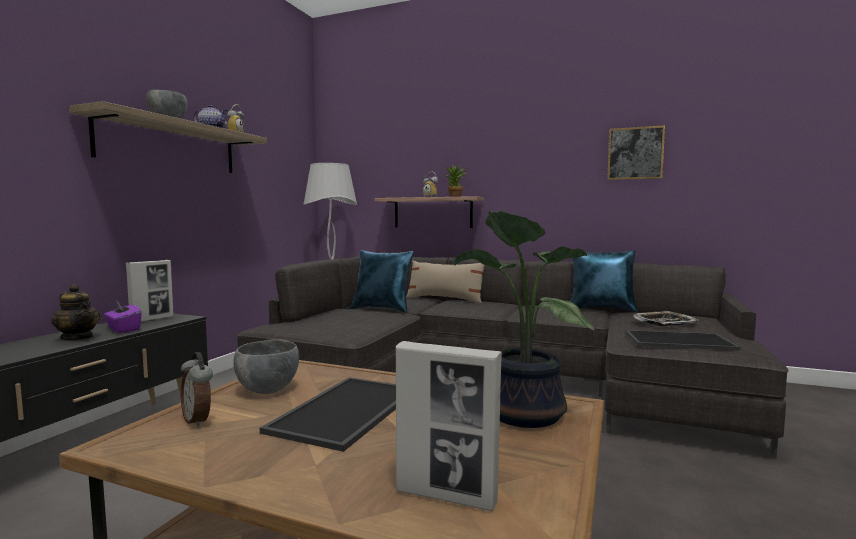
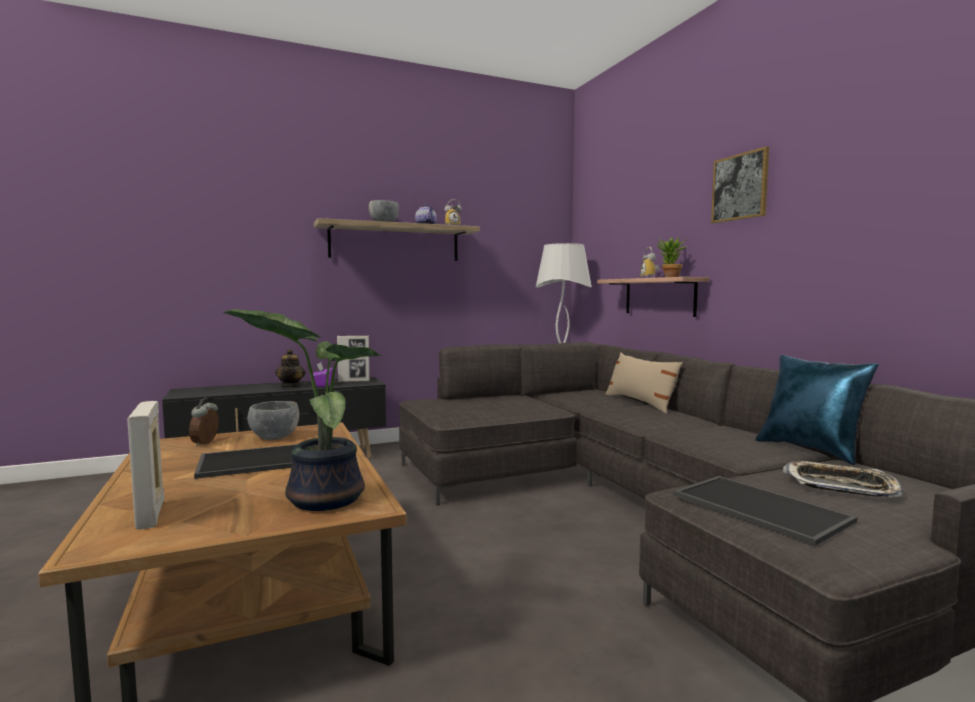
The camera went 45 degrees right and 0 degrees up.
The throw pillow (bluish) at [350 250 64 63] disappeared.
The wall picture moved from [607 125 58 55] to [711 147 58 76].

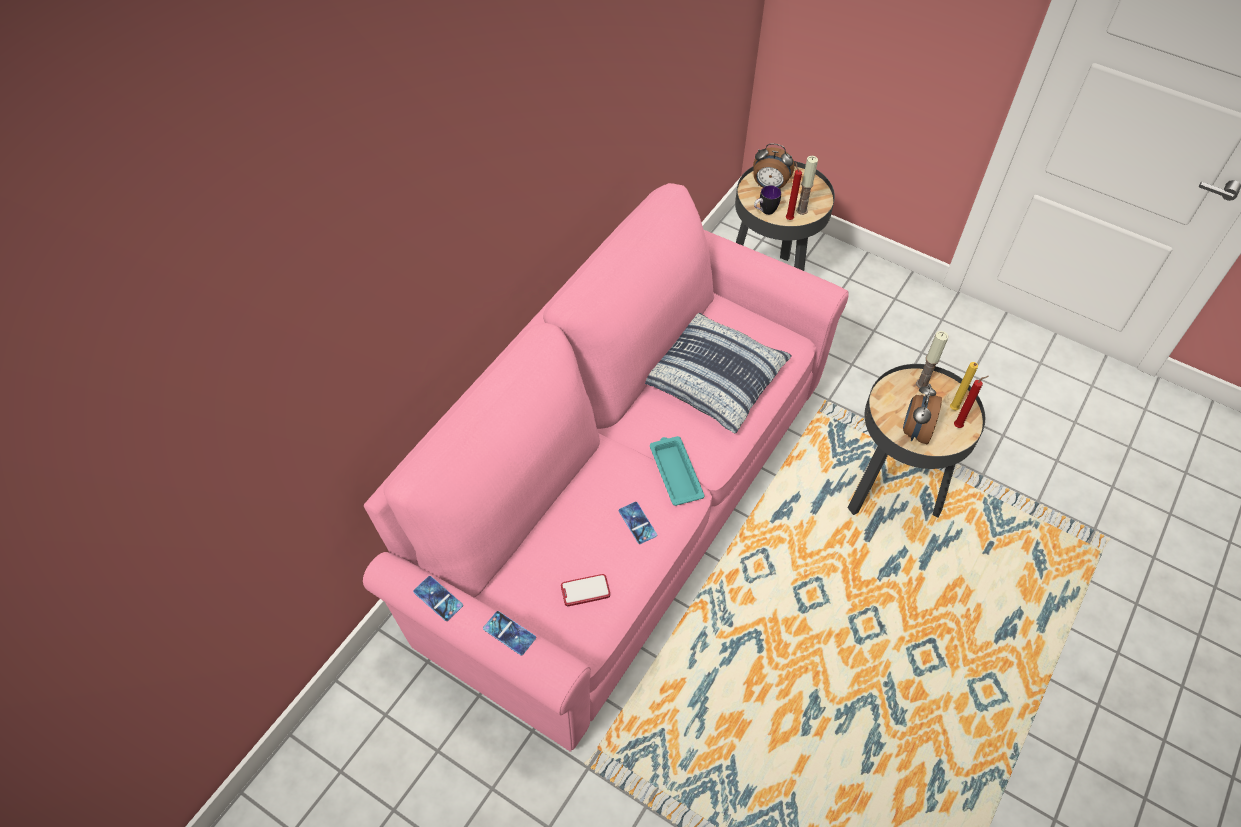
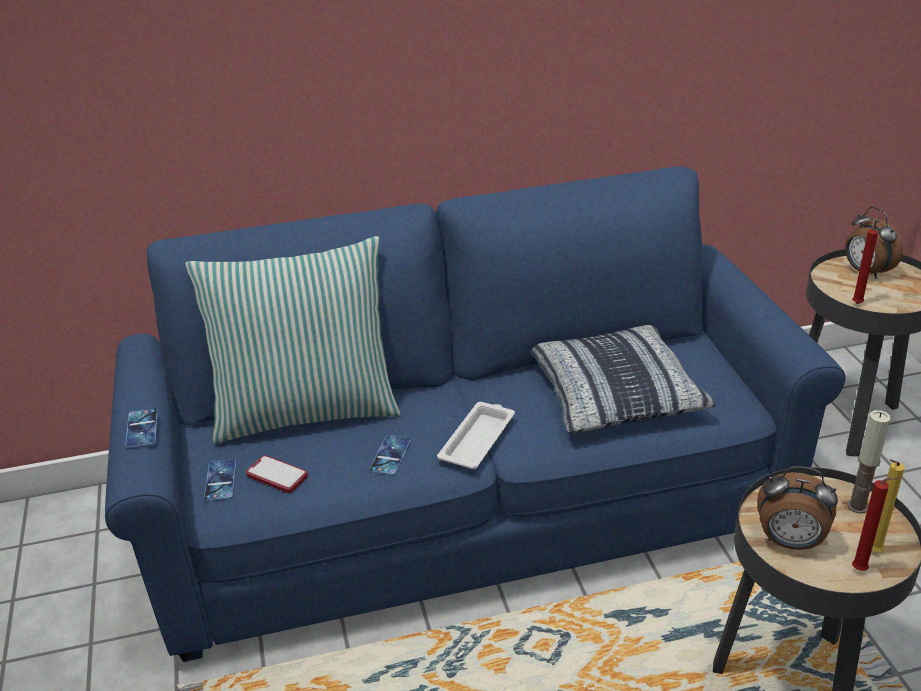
The camera went 45 degrees right and 20 degrees down.
The tea mug at [754 185 27 30] disappeared.
The wax light at [796 156 22 59] disappeared.
The throw pillow at [186 236 215 207] appeared.
The phone moved from [413 576 50 45] to [204 459 32 42].
The couch (pinkish) at [363 183 486 569] became the couch (bluish) at [105 166 740 496].
The tray (turquoise-coloured) at [650 436 55 70] became the tray (white-coloured) at [437 402 78 67].
The bedside clock at [903 384 39 60] turned 135 degrees counterclockwise.

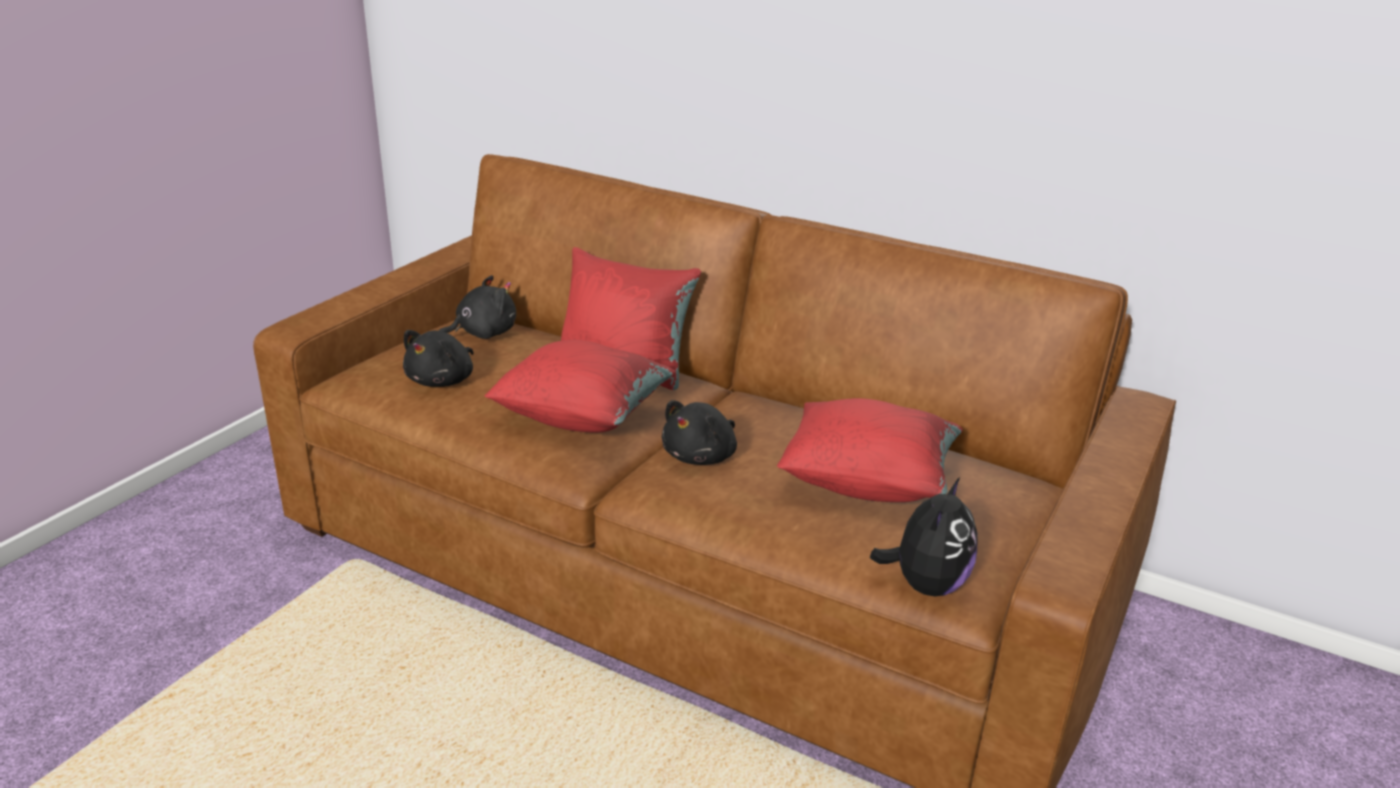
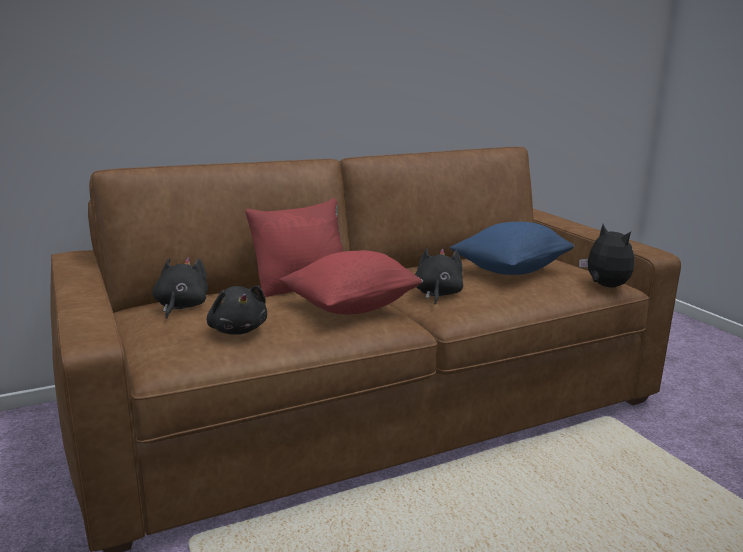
The camera went 55 degrees left and 10 degrees down.
The throw pillow (red) at [777 398 186 104] became the throw pillow (bluish) at [450 222 125 53].
The plush toy (black-coloured) at [662 400 75 65] turned 150 degrees counterclockwise.

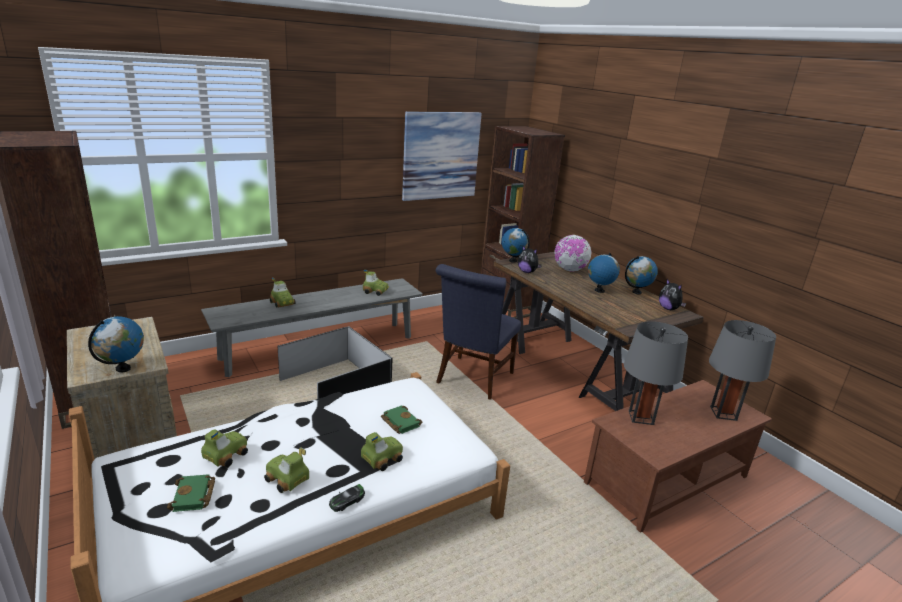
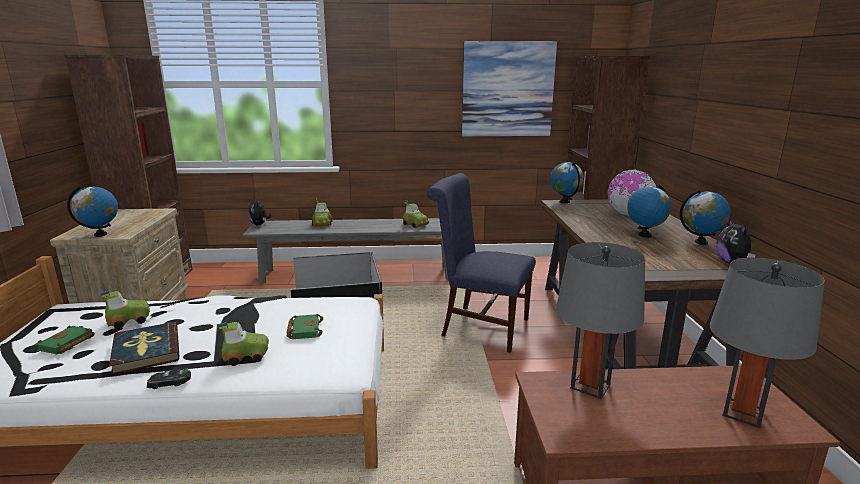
The camera went 30 degrees right and 5 degrees down.
The plush toy moved from [518 246 24 27] to [248 198 23 27].
The miniature car at [264 447 45 46] was replaced by the book at [109 322 70 53].
The chair (bluish) at [436 264 85 136] turned 60 degrees clockwise.

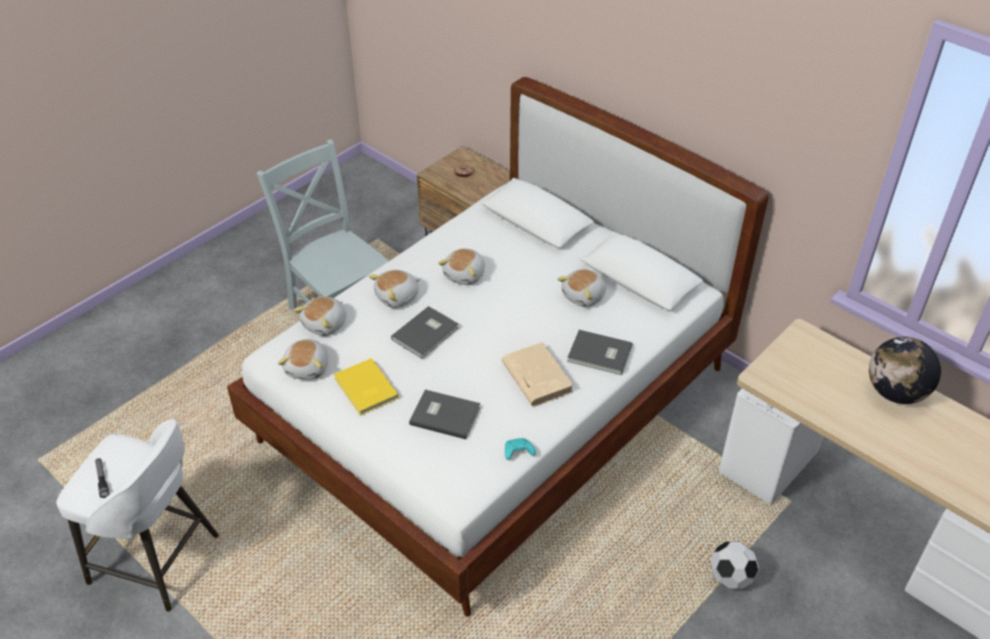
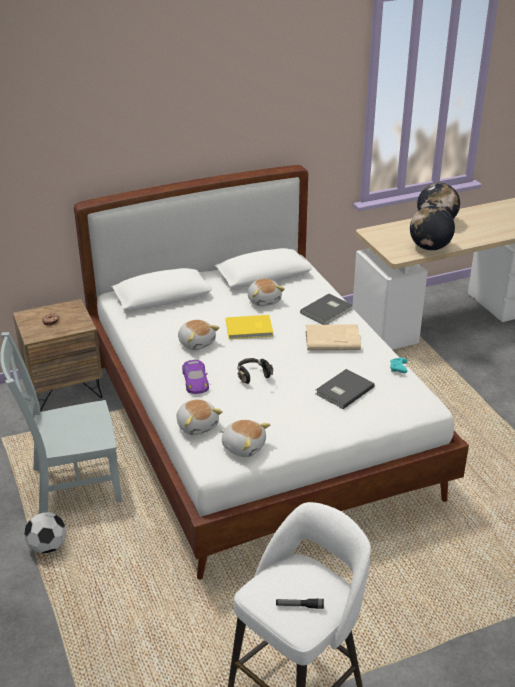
The camera went 65 degrees left and 10 degrees down.
The desk globe at [410 206 45 44] appeared.
The book (yellow-coloured) moved from [334 358 65 57] to [226 315 47 24].
The ball for football moved from [710 541 49 48] to [24 512 42 42].
The plush toy at [369 270 51 38] was replaced by the miniature car (purplish) at [182 360 27 34].
The book (grey) at [391 306 68 52] was replaced by the pair of headphones (black-coloured) at [238 358 35 26].

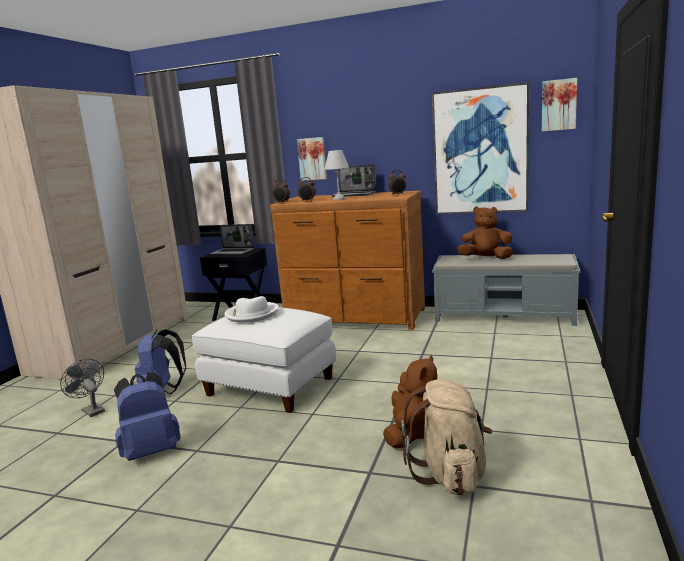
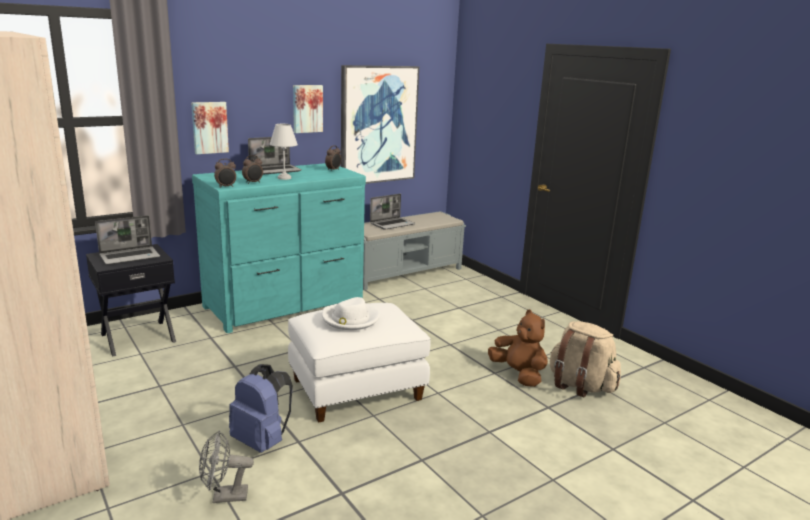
The camera went 55 degrees left and 5 degrees up.
The backpack (bluish) at [114 372 67 89] disappeared.
The wall picture moved from [542 78 35 53] to [293 85 30 48].
The plush toy (brownish) at [457 206 56 53] was replaced by the laptop at [370 194 45 36].
The dresser (brownish) at [270 191 155 139] became the dresser (turquoise-coloured) at [192 163 174 170].

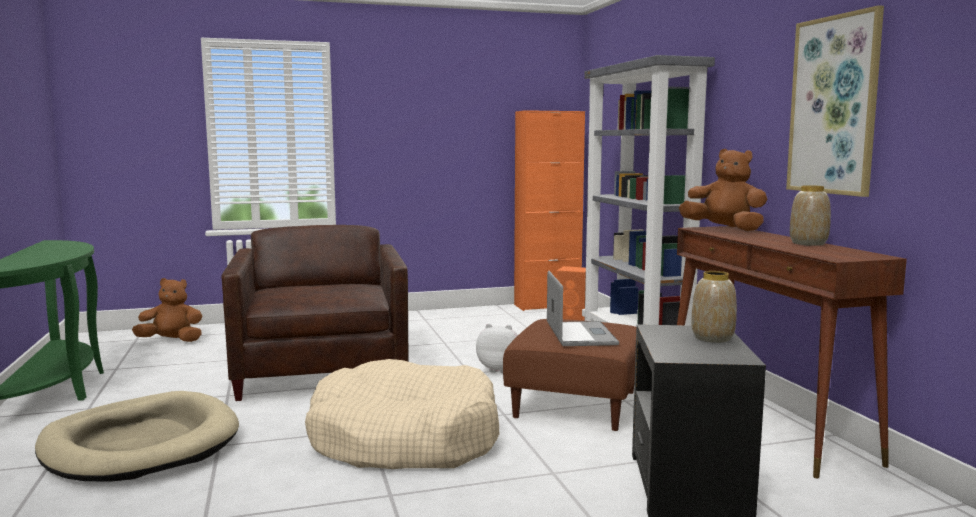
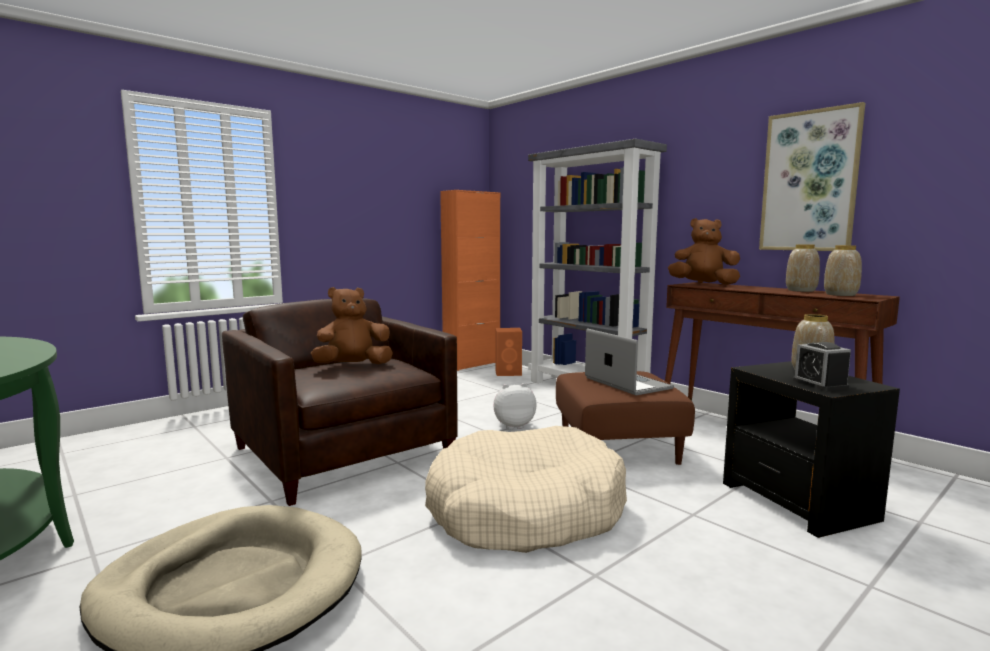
The camera went 25 degrees left and 0 degrees up.
The bedside clock at [793 342 58 49] appeared.
The flower vase at [824 245 38 51] appeared.
The plush toy (brownish) moved from [132 278 70 64] to [311 287 82 77].

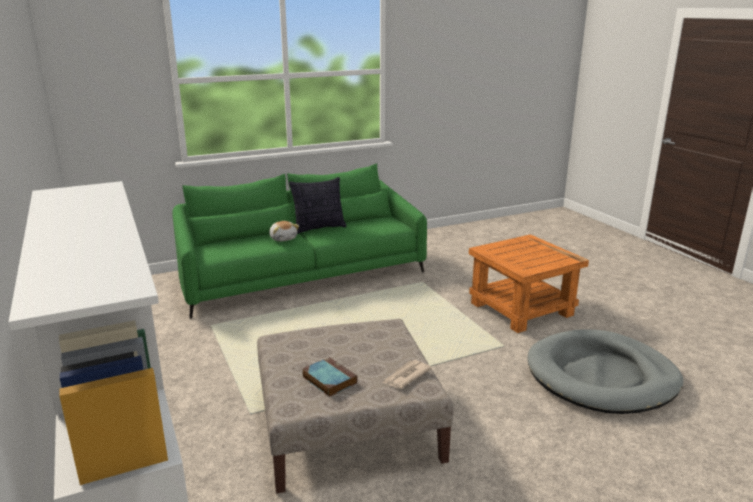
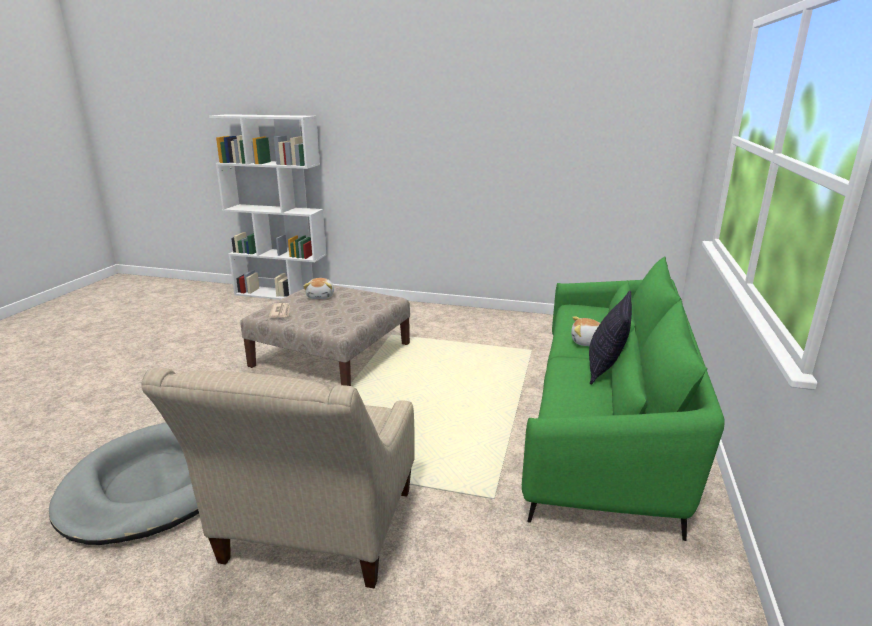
The camera went 130 degrees right and 0 degrees up.
The book at [302 357 55 40] was replaced by the plush toy at [303 278 31 21].
The end table (orangey) at [469 234 120 99] was replaced by the lounge chair (sand-coloured) at [141 367 274 221].

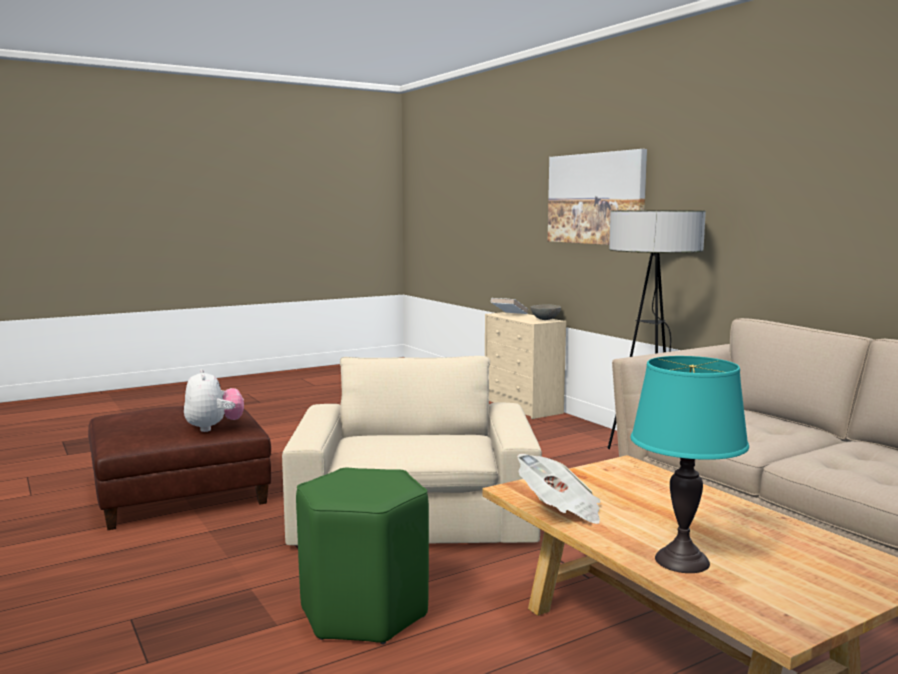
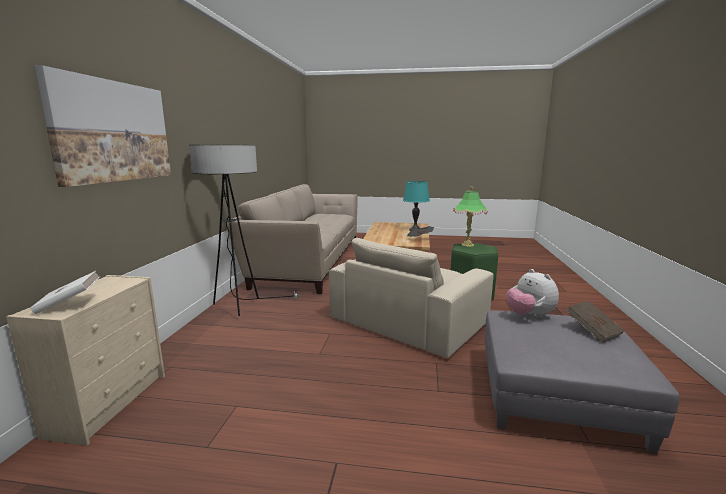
The camera went 140 degrees left and 5 degrees up.
The bowl (grey) at [530 305 31 15] disappeared.
The tabletop lamp at [453 186 35 61] appeared.
The book (brownish) at [566 301 58 41] appeared.
The footrest (brownish) at [88 406 183 124] became the footrest (grey) at [485 310 195 143].
The plush toy at [184 369 60 63] turned 45 degrees counterclockwise.

